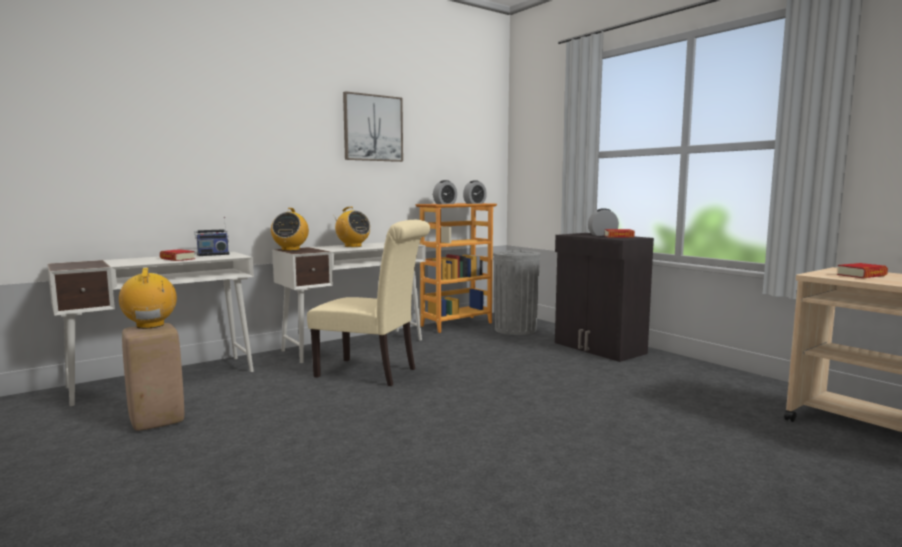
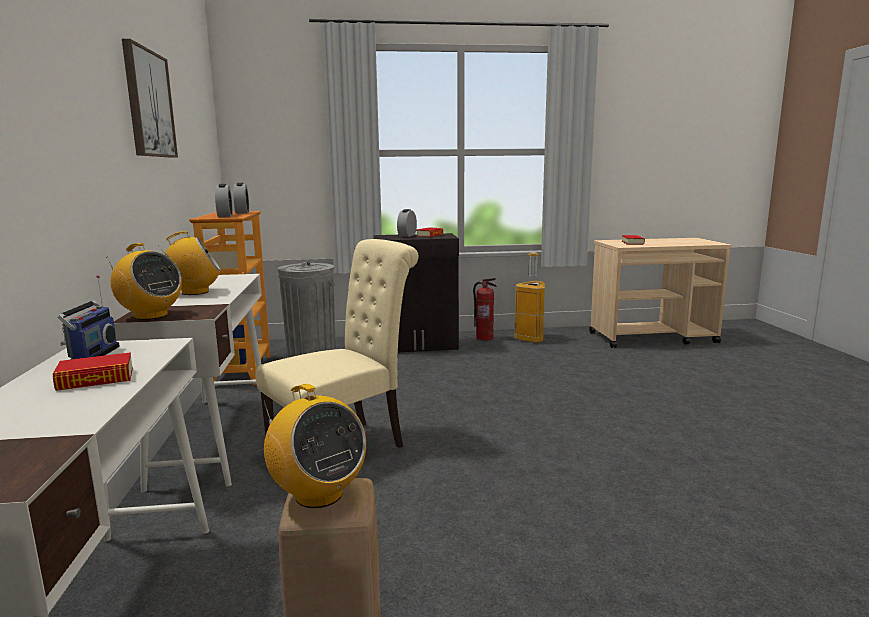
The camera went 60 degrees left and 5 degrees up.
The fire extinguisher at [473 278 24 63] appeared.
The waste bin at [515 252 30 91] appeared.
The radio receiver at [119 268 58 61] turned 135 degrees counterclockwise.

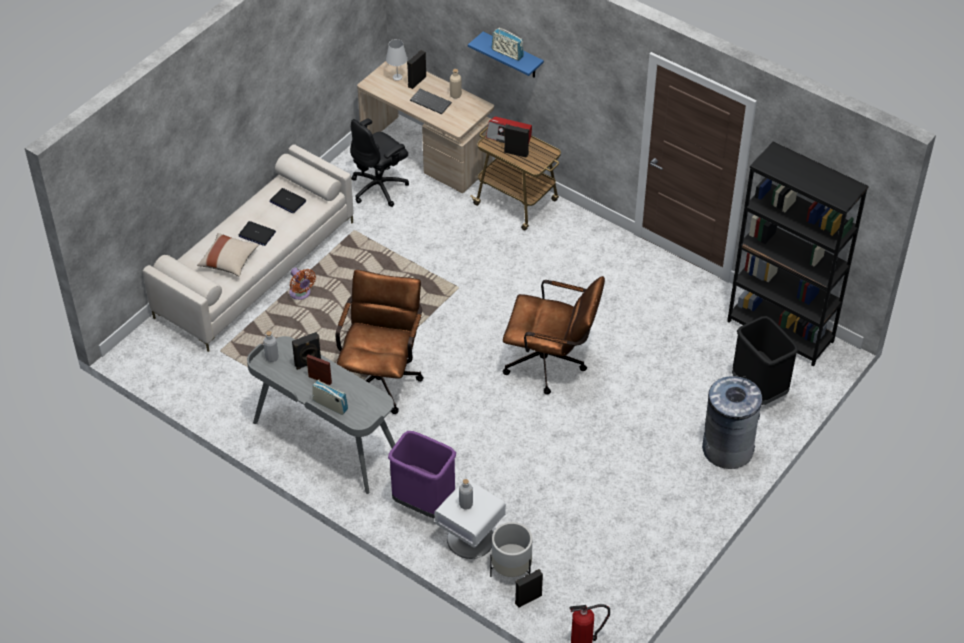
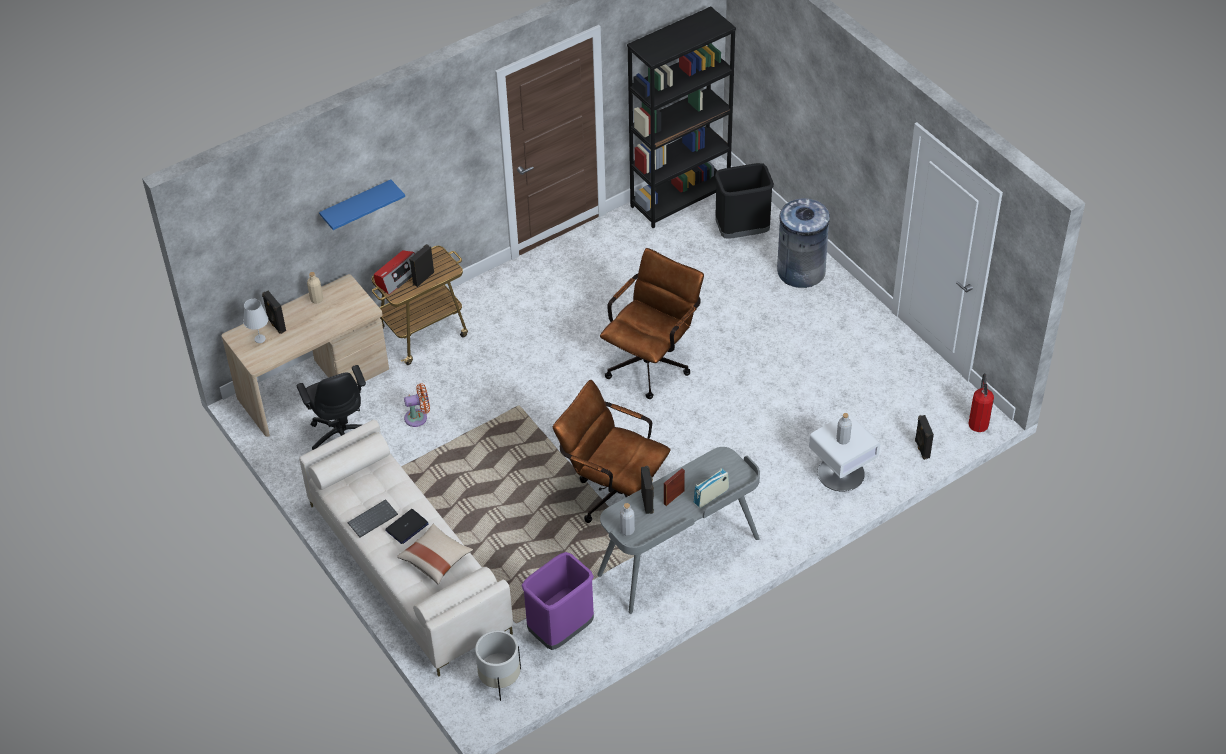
The camera went 70 degrees left and 0 degrees up.
The laptop at [270 188 37 25] disappeared.
The radio receiver at [491 27 33 34] disappeared.
The cooling fan (orangey) moved from [289 268 27 32] to [404 383 26 44].
The waste bin (purplish) moved from [388 431 68 87] to [522 552 72 98].
The keyboard moved from [410 89 42 25] to [347 499 51 38].
The planter (white-coloured) moved from [490 522 42 55] to [475 630 46 71].

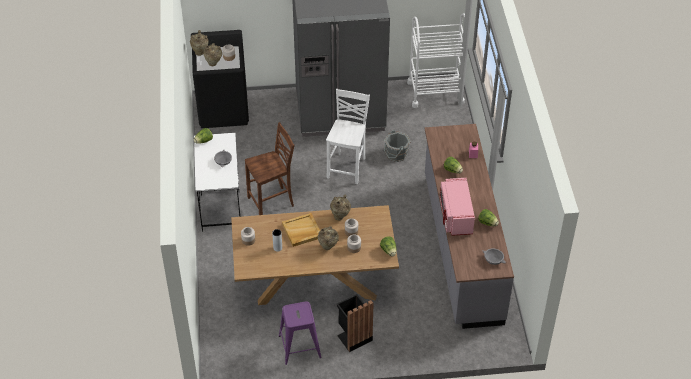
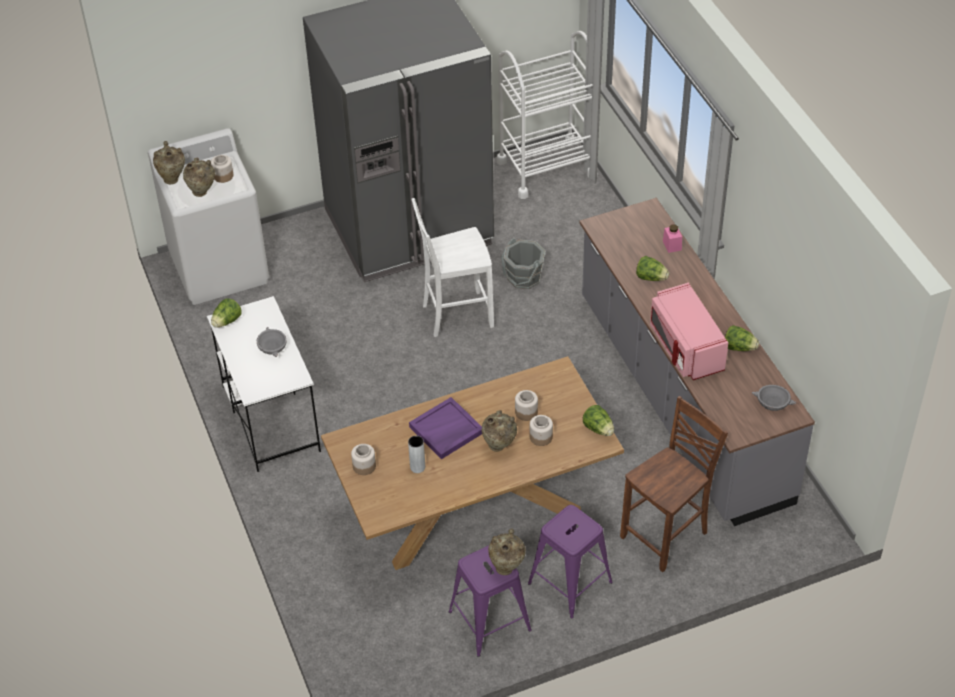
The camera went 15 degrees left and 0 degrees up.
The chair (brownish) moved from [245 122 50 93] to [620 396 108 176].
The flower vase (sand-coloured) moved from [330 195 21 25] to [488 528 38 47].
The waste bin (black-coloured) at [337 294 37 58] was replaced by the sitting stool (purplish) at [528 505 85 114].
The laundry appliance (black-coloured) at [191 30 58 98] became the laundry appliance (white-coloured) at [148 128 121 177].
The tray (sand-coloured) at [282 213 38 34] became the tray (purplish) at [409 397 73 62].
The chair (white-coloured) at [326 89 44 95] turned 105 degrees counterclockwise.

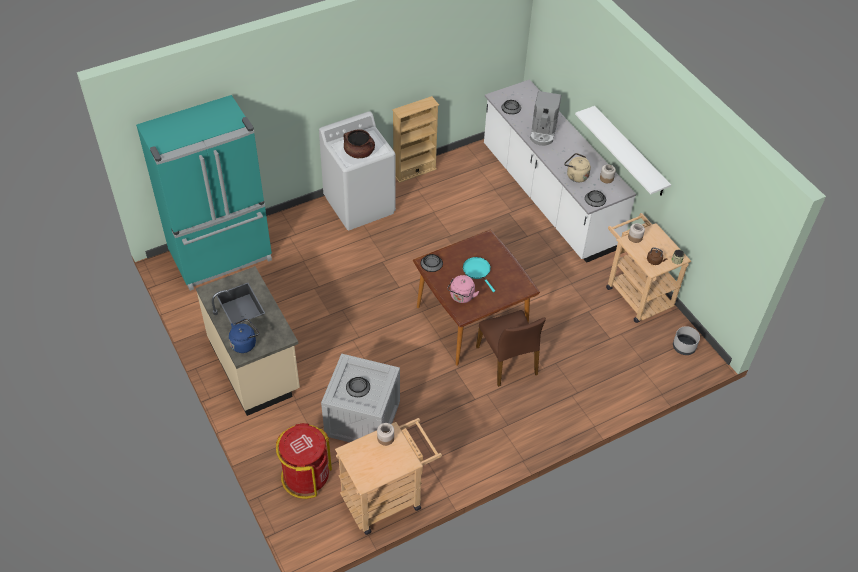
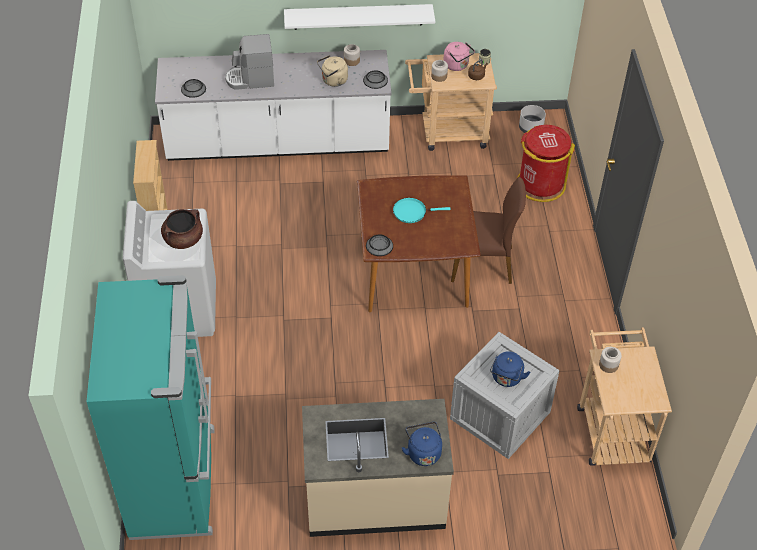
The camera went 65 degrees left and 0 degrees up.
The waste bin (red) moved from [276 423 56 76] to [517 125 58 77].
The water kettle (pinkish) moved from [447 275 32 28] to [443 42 32 29].
The bowl at [346 377 24 20] was replaced by the water kettle (bluish) at [490 351 40 36].
The coffee brewer at [530 91 31 55] turned 135 degrees clockwise.

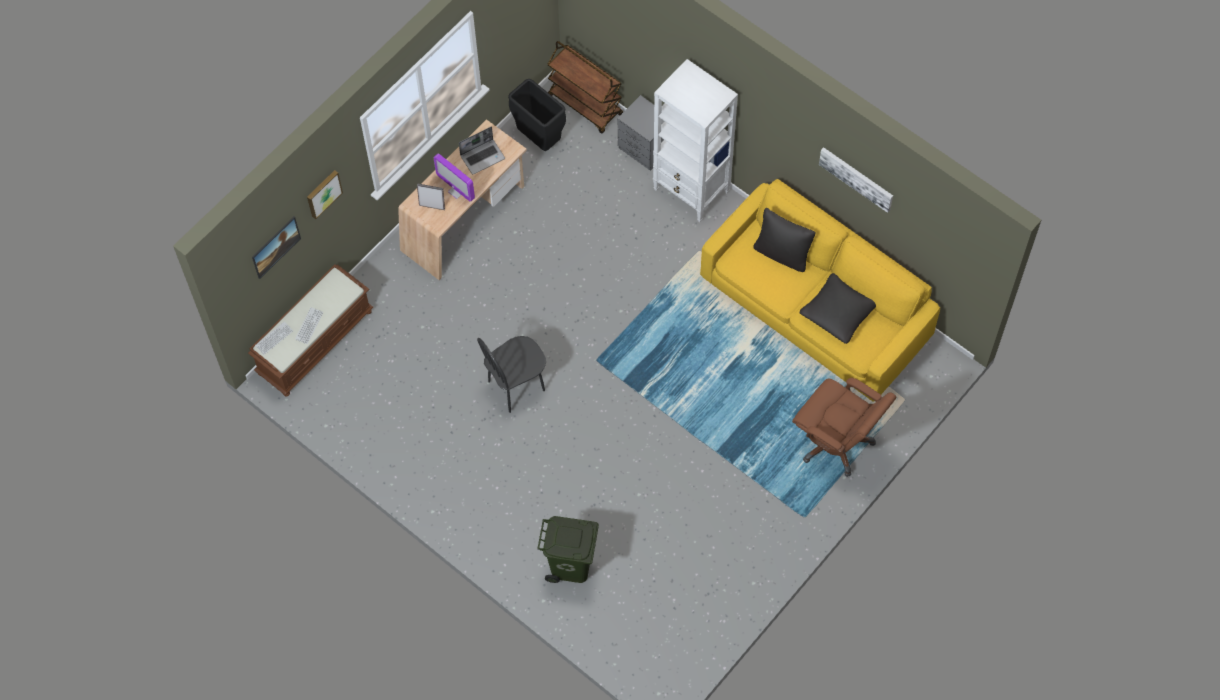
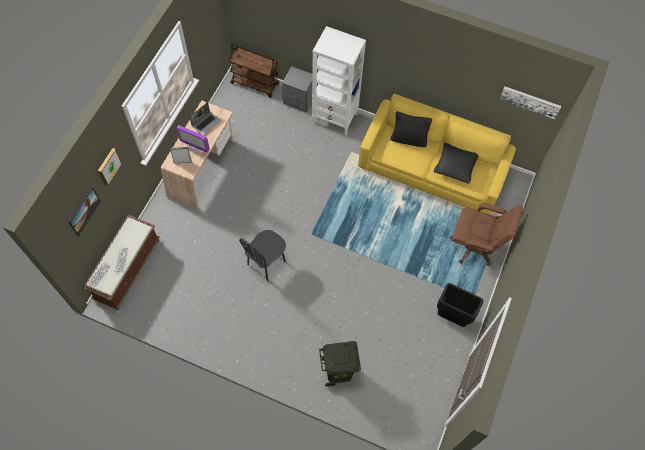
The camera went 20 degrees left and 0 degrees up.
The waste bin (black-coloured) moved from [508 79 58 72] to [437 283 46 44].
The wall picture moved from [819 147 74 66] to [499 86 62 33].

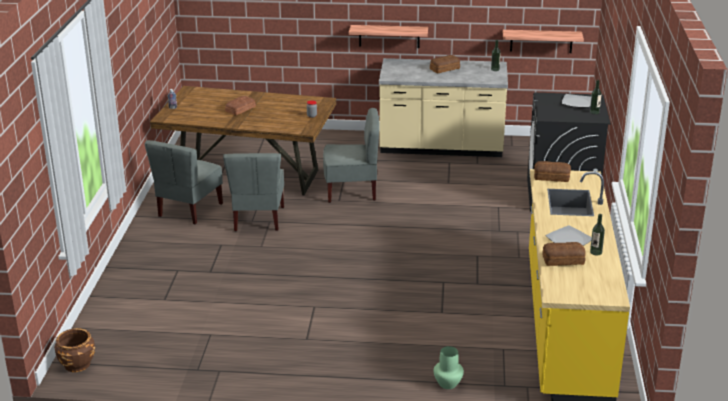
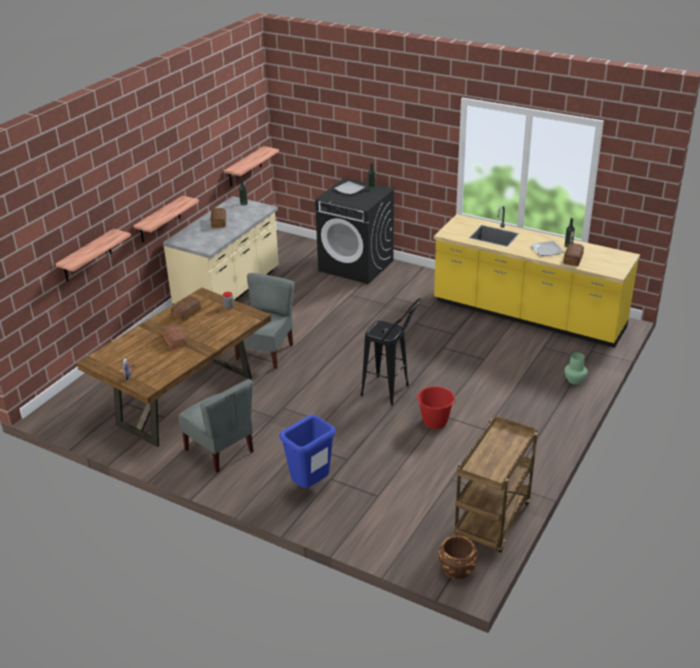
The camera went 65 degrees left and 5 degrees up.
The chair (grey) at [223 153 61 78] disappeared.
The shelf at [56 229 75 52] appeared.
The waste bin (bluish) at [279 415 57 73] appeared.
The sitting stool (black-coloured) at [361 298 60 107] appeared.
The water bucket (red) at [417 386 39 43] appeared.
The wheeled cart (brownish) at [454 416 83 137] appeared.
The bread moved from [534 161 37 21] to [171 296 31 25].

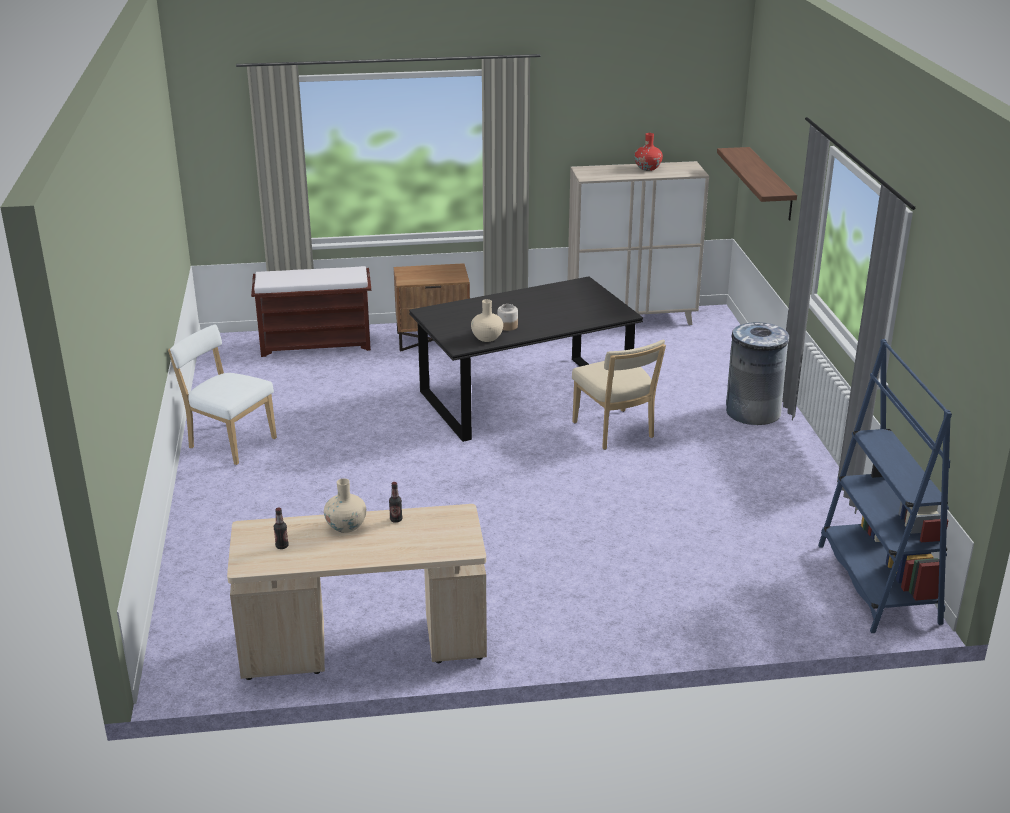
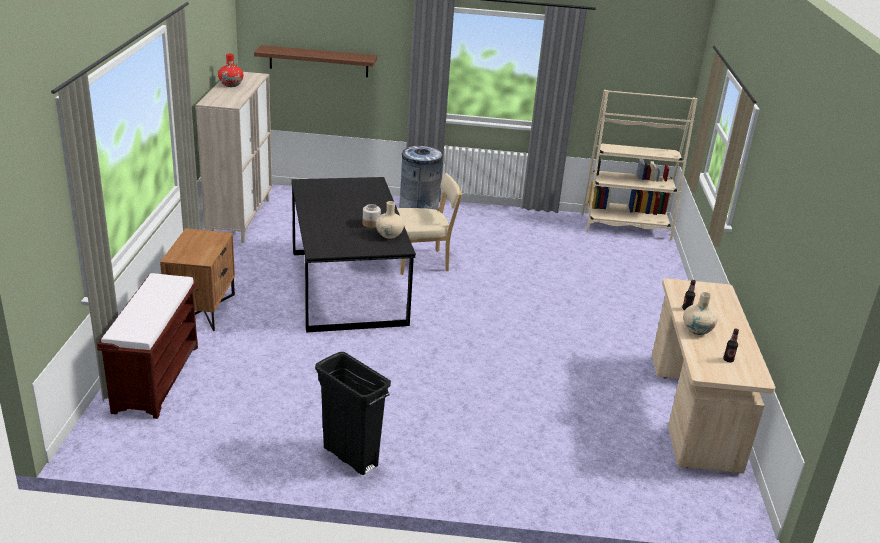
The camera went 80 degrees left and 0 degrees up.
The chair (white-coloured) at [168 324 109 141] was replaced by the waste bin (black-coloured) at [315 352 76 123].
The bookshelf (bluish) at [818 339 134 294] became the bookshelf (sand-coloured) at [582 90 115 150].

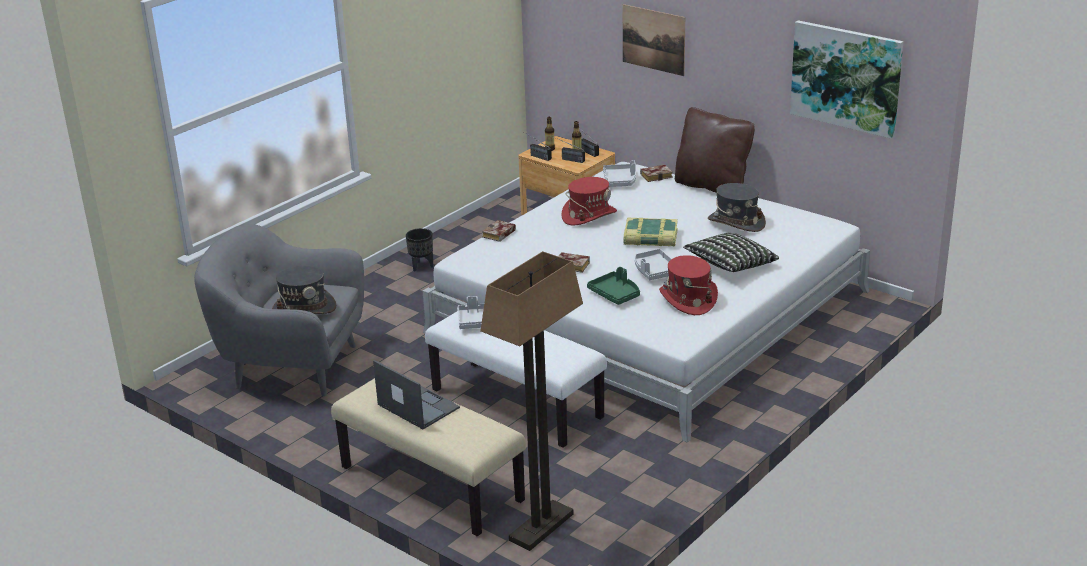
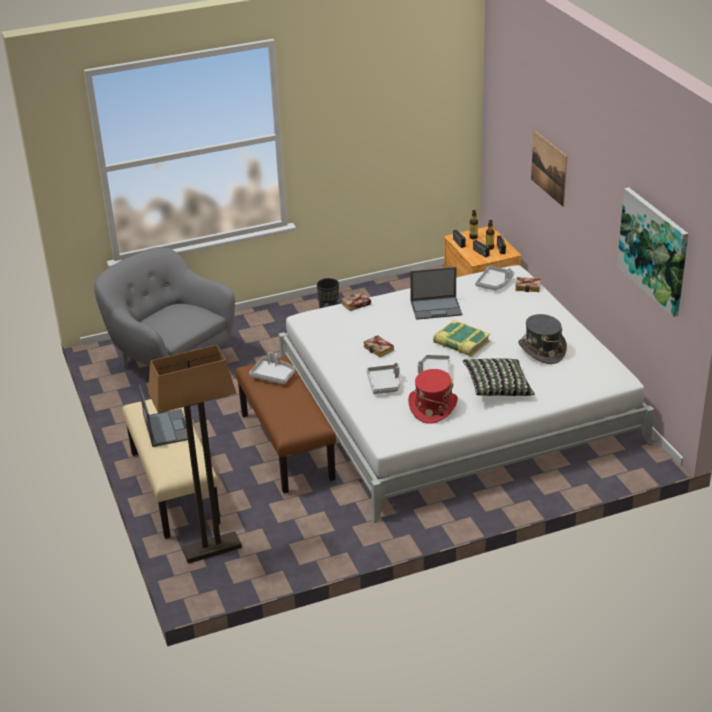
The camera went 30 degrees right and 5 degrees up.
The hat (grey) at [272 266 64 48] disappeared.
The throw pillow (brownish) at [675 107 80 86] disappeared.
The hat (red) at [561 177 56 49] was replaced by the laptop at [410 267 52 53].
The long seat (white-coloured) at [425 305 182 143] became the long seat (brownish) at [235 356 101 138].
The tray (greenish) at [587 267 53 38] became the tray (grey) at [366 363 35 31].

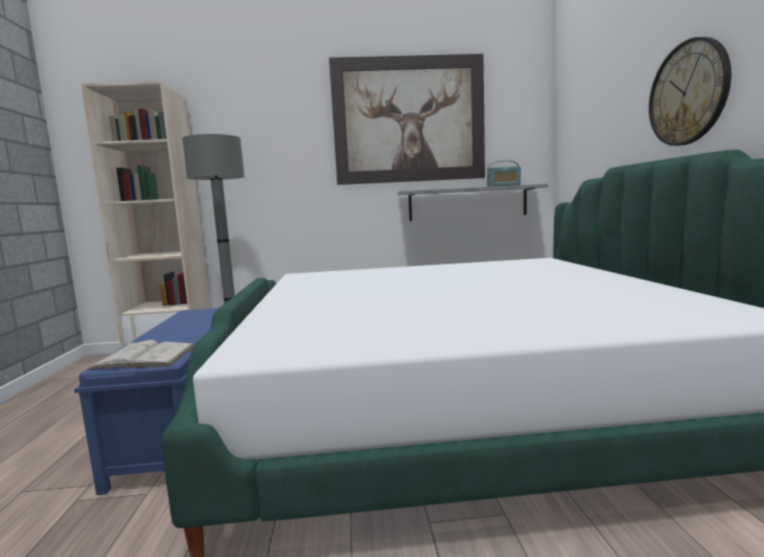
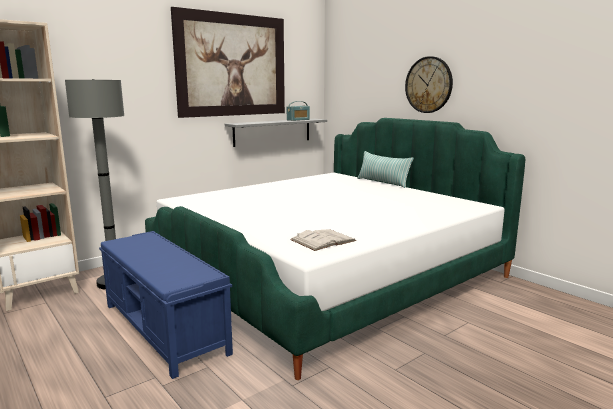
The camera went 35 degrees left and 5 degrees up.
The throw pillow at [357 151 56 37] appeared.
The book (white-coloured) moved from [87 340 107 30] to [290 229 66 22].

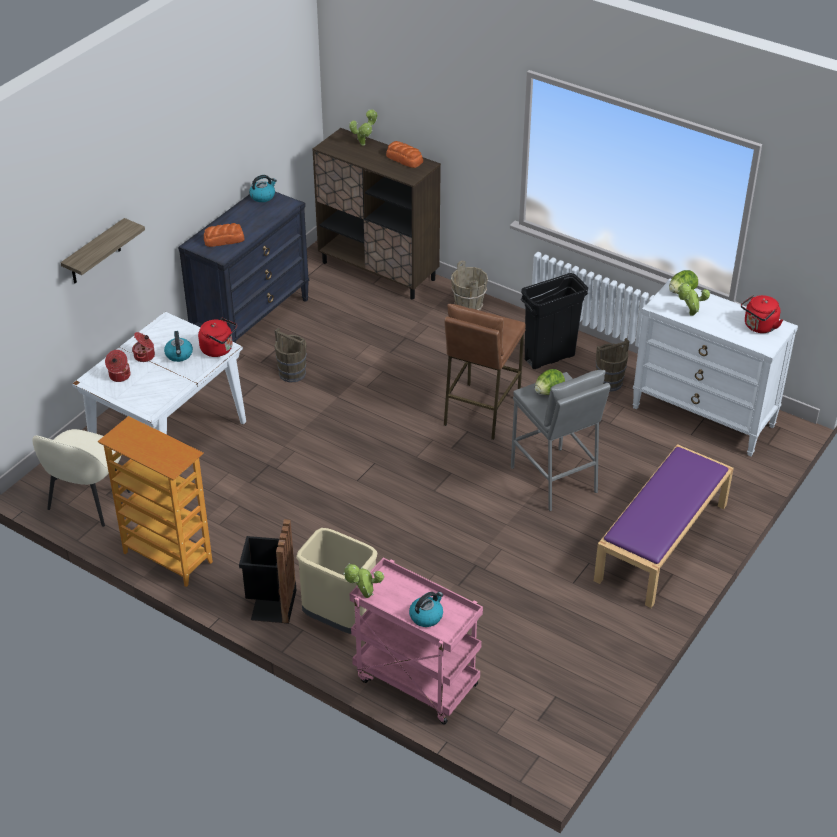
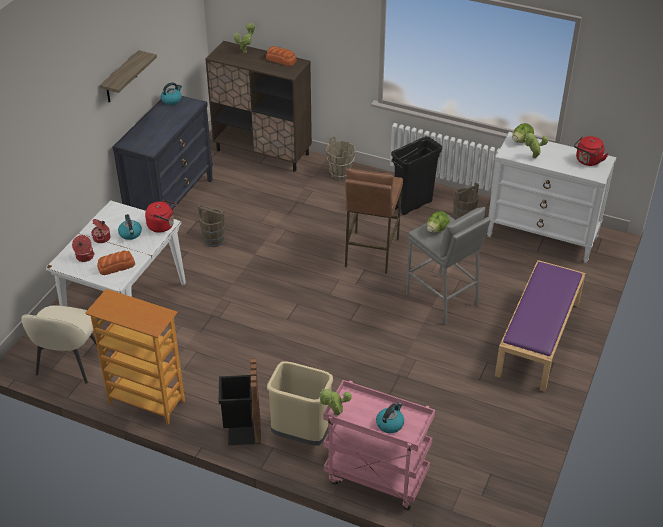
The camera went 10 degrees left and 0 degrees up.
The shelf moved from [61 218 84 65] to [100 50 57 52].
The bread moved from [204 223 40 24] to [97 250 38 25].

